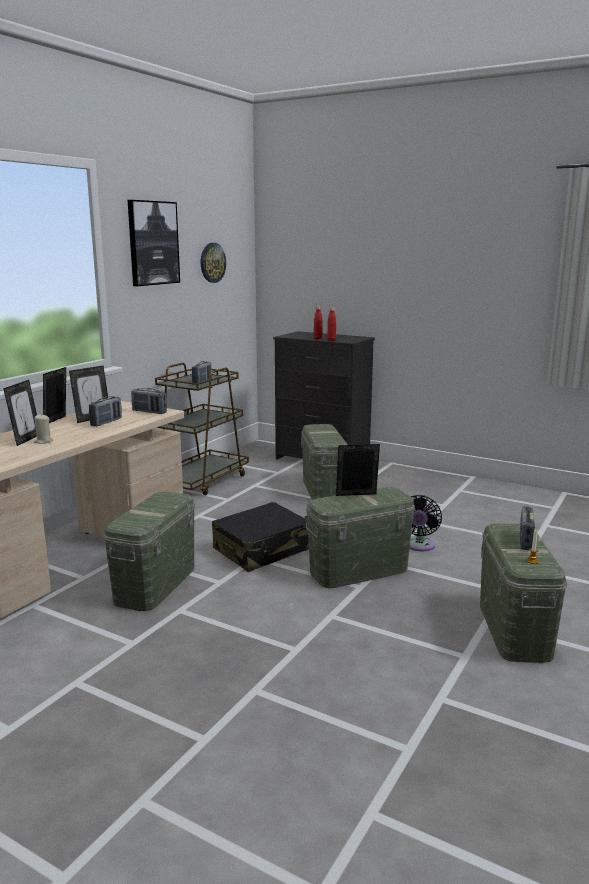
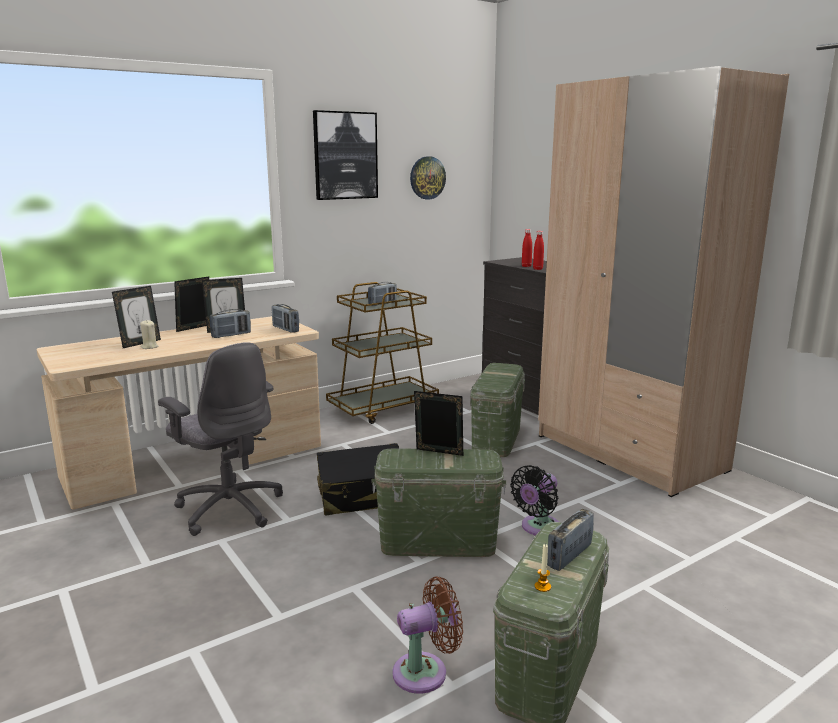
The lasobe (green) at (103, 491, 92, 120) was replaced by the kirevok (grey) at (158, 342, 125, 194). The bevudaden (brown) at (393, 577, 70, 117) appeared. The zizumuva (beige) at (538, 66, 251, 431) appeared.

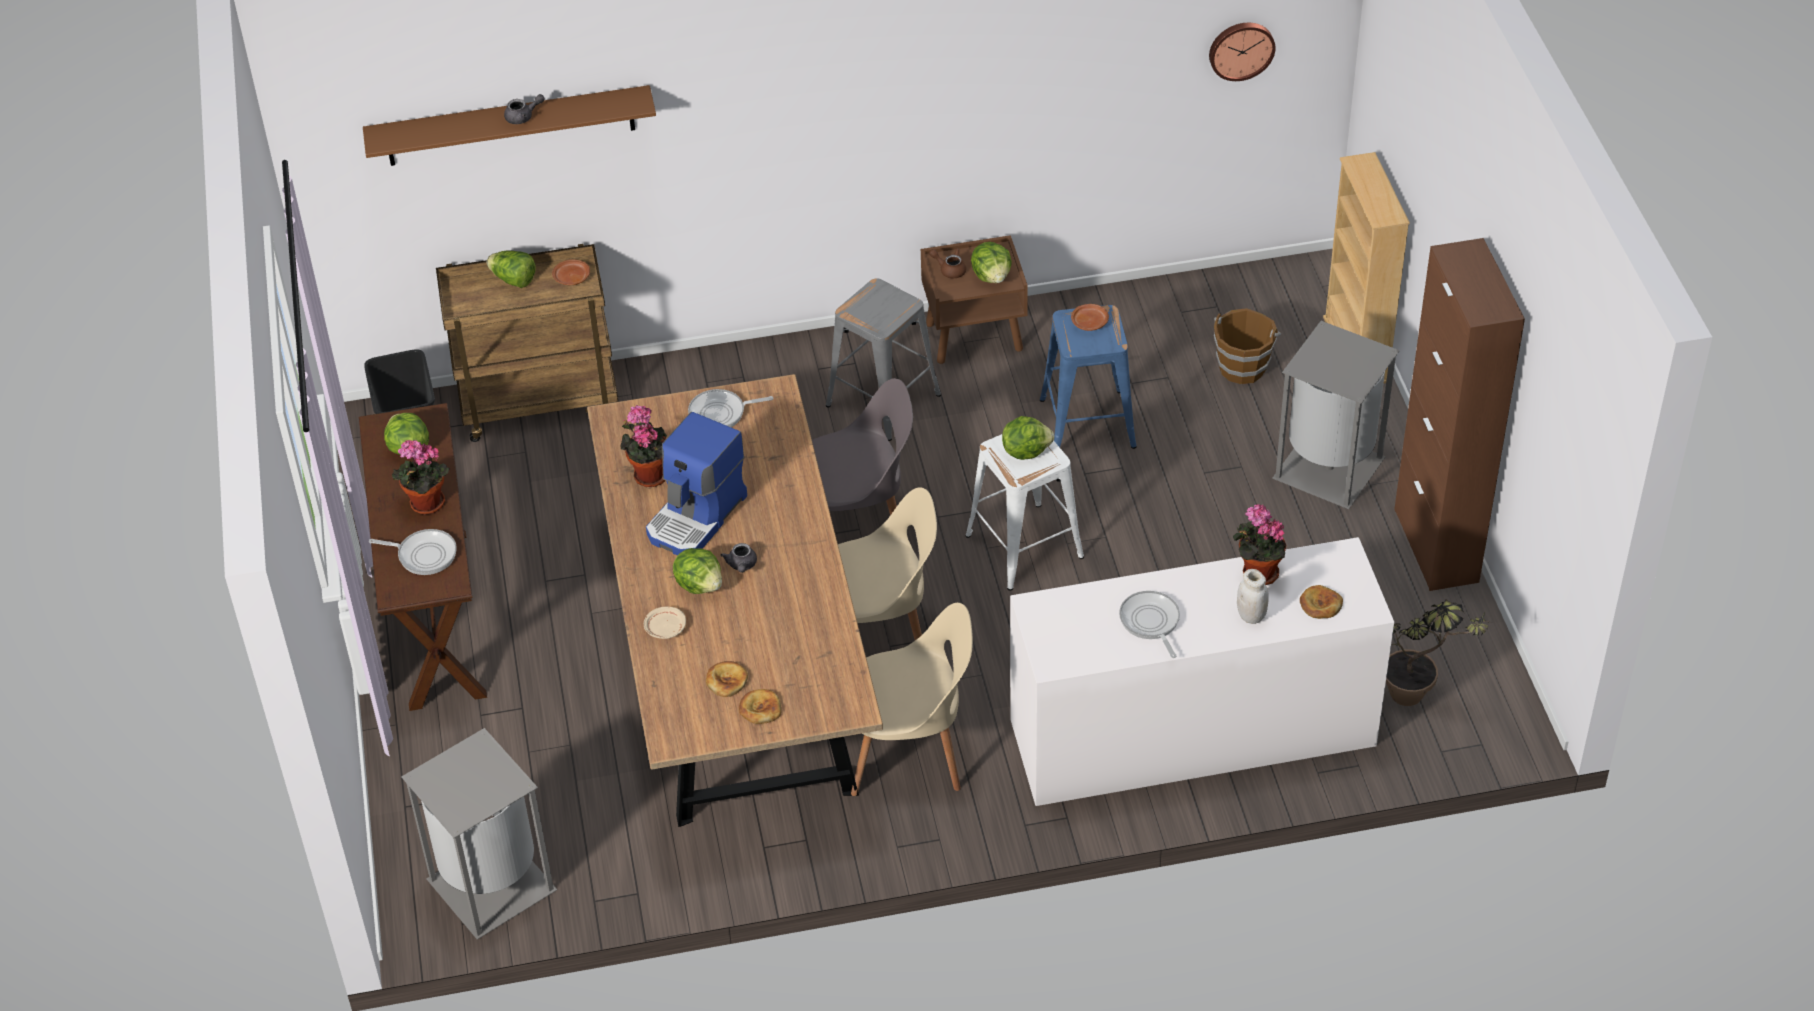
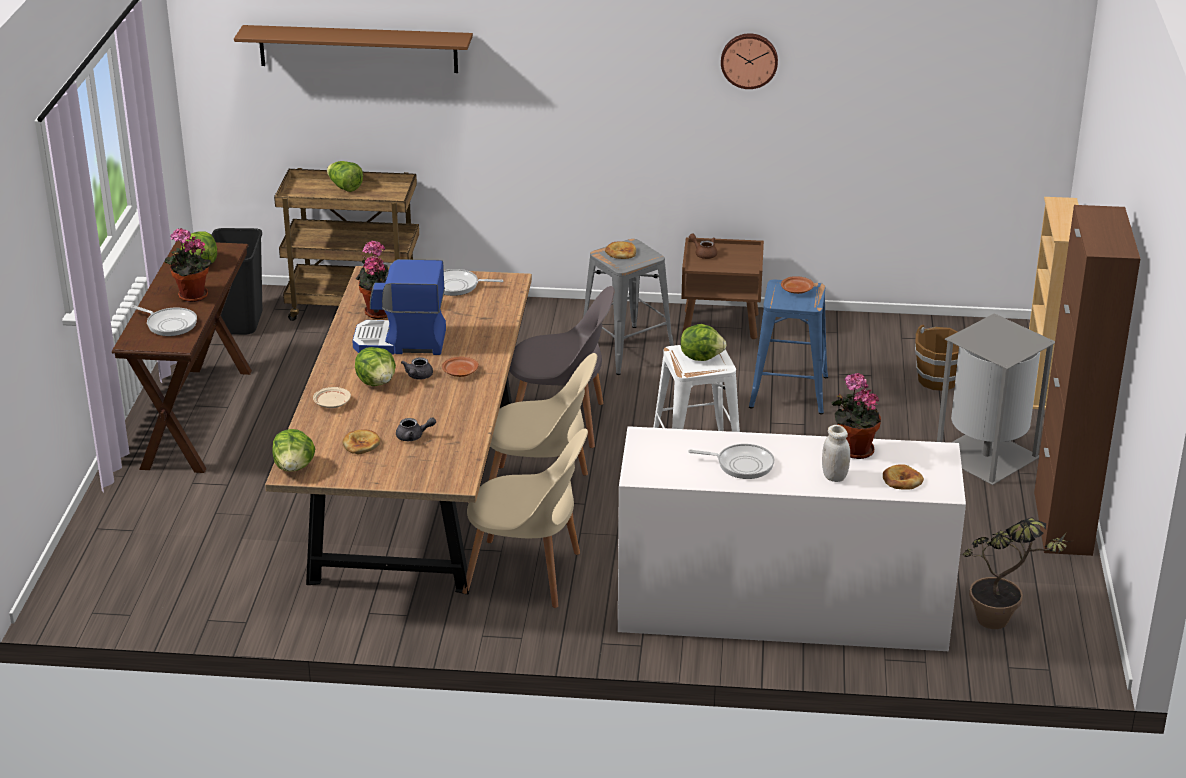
The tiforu moved from (971, 242, 41, 41) to (272, 429, 43, 43). The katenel at (646, 412, 101, 144) turned 45 degrees clockwise. The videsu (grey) moved from (504, 94, 41, 30) to (396, 417, 40, 24). The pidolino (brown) moved from (552, 259, 38, 26) to (442, 357, 37, 20). The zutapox moved from (739, 689, 42, 35) to (605, 241, 31, 18). The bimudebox at (1119, 591, 61, 67) turned 105 degrees clockwise. The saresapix moved from (1209, 23, 67, 58) to (721, 33, 57, 56). The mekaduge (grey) at (401, 728, 156, 212) disappeared.

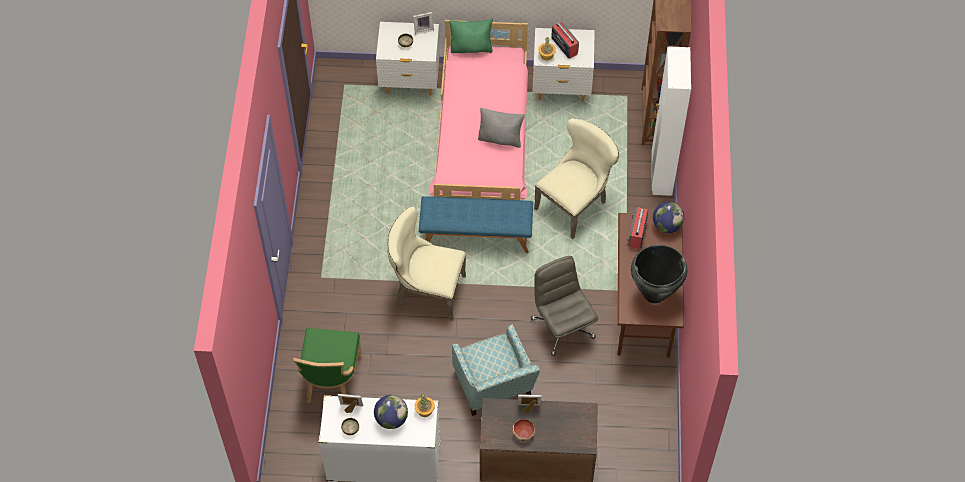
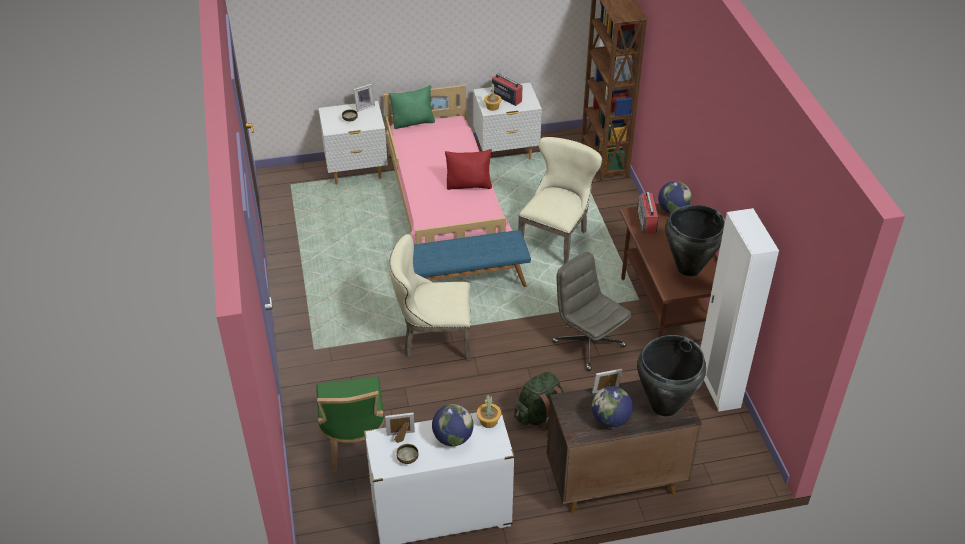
The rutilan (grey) at (478, 108, 47, 40) became the rutilan (red) at (445, 149, 47, 41). The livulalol at (452, 324, 88, 92) was replaced by the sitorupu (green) at (514, 372, 50, 59). The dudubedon at (512, 419, 23, 23) was replaced by the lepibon at (592, 386, 41, 41). The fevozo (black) at (637, 335, 69, 81) appeared. The zizumuva (white) moved from (651, 46, 40, 150) to (701, 208, 78, 204).

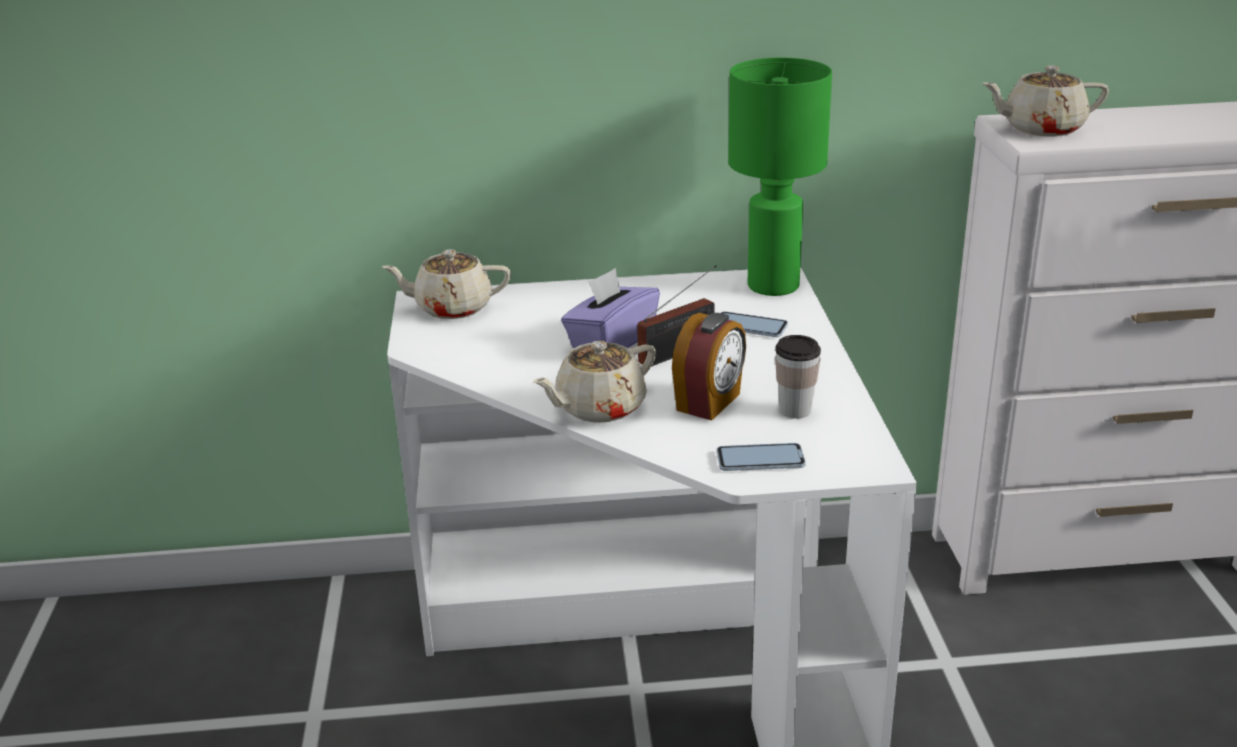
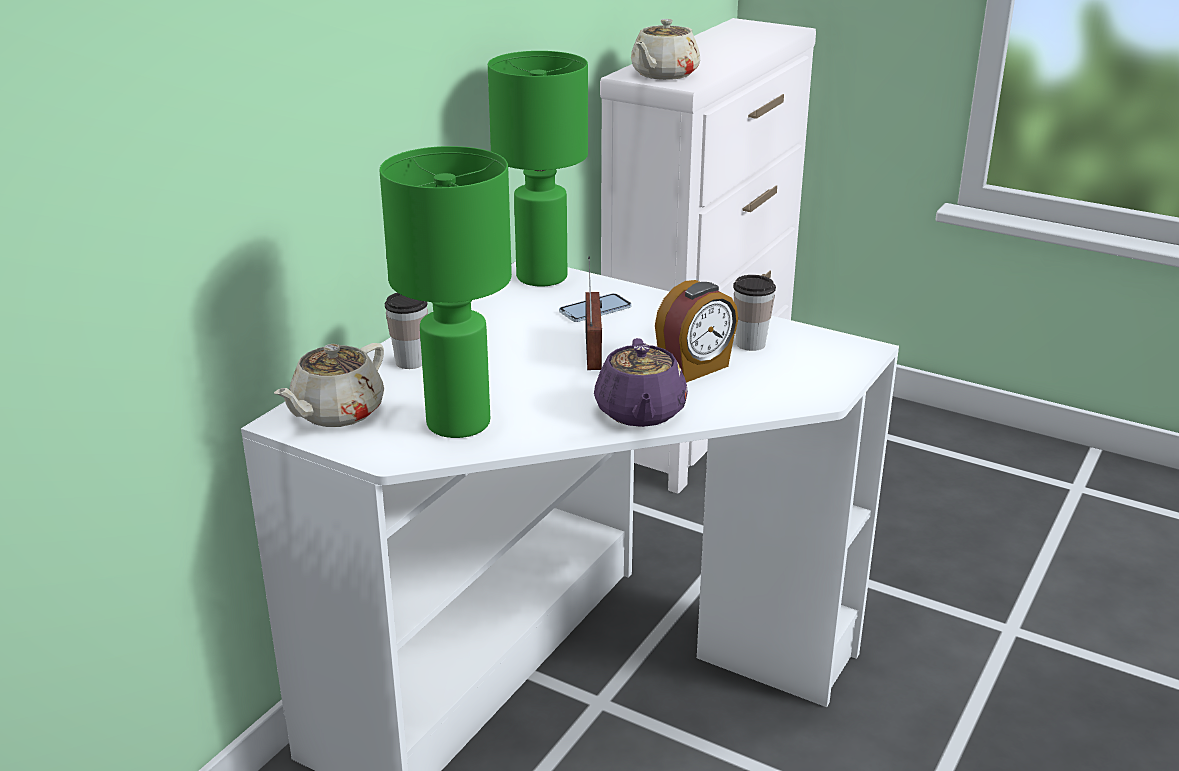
The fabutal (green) at (380, 146, 132, 292) appeared. The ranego at (385, 293, 43, 76) appeared. The videsu (beige) at (533, 341, 123, 82) became the videsu (purple) at (594, 338, 94, 89). The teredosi at (672, 313, 74, 108) turned 75 degrees clockwise. The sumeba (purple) at (561, 268, 99, 80) disappeared. The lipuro at (717, 443, 89, 28) disappeared.

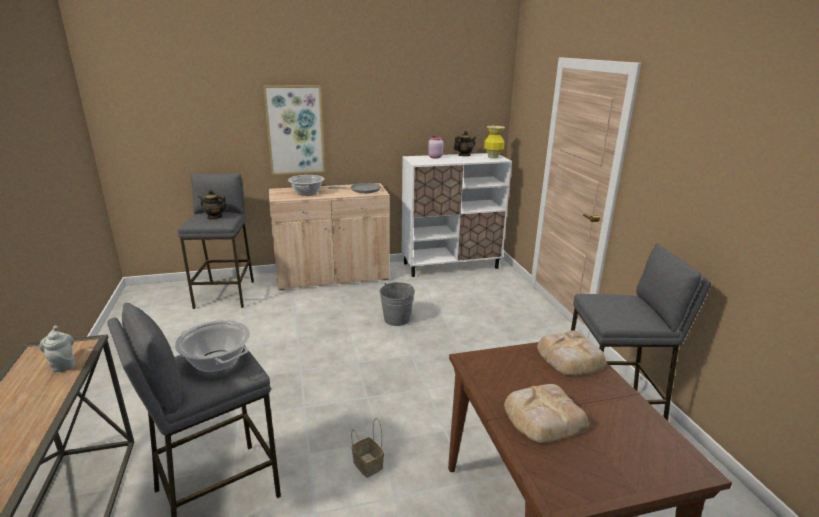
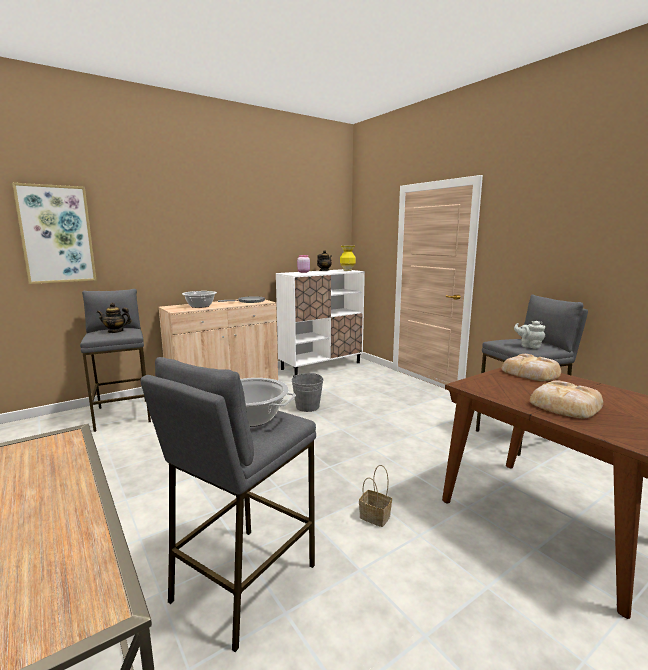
The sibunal moved from (263, 85, 62, 90) to (12, 183, 84, 101). The videsu (grey) moved from (39, 326, 37, 46) to (514, 321, 31, 28).

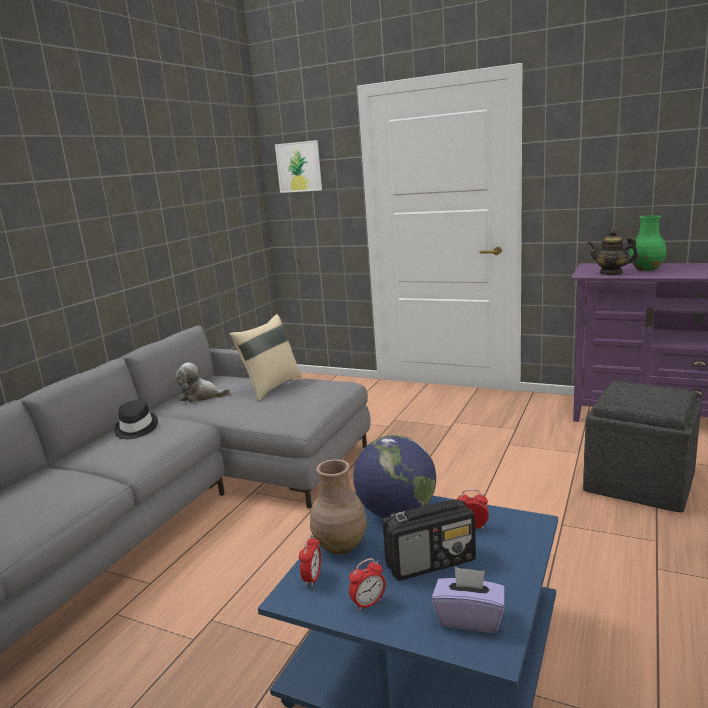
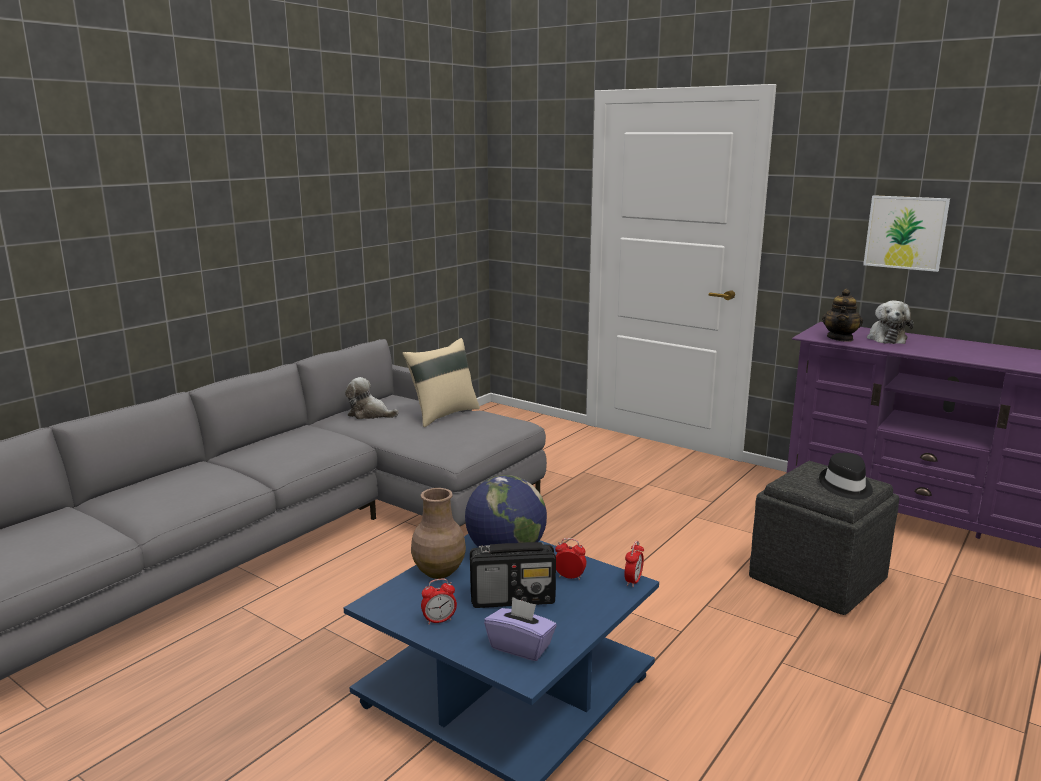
The teredosi moved from (299, 534, 22, 53) to (624, 541, 20, 46). The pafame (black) moved from (114, 400, 44, 39) to (819, 453, 54, 46). The videsu at (588, 229, 51, 46) turned 105 degrees counterclockwise. The sibunal moved from (275, 140, 47, 53) to (863, 195, 87, 77). The fevozo (green) at (629, 215, 37, 56) was replaced by the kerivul at (867, 300, 46, 44).

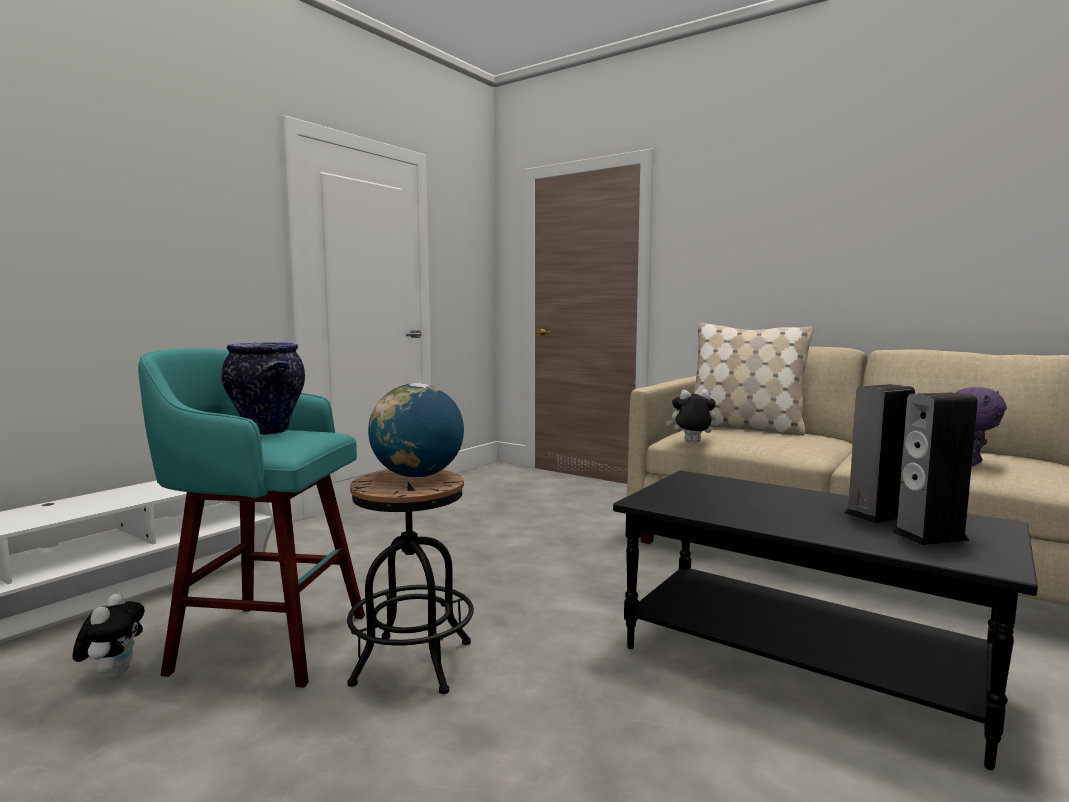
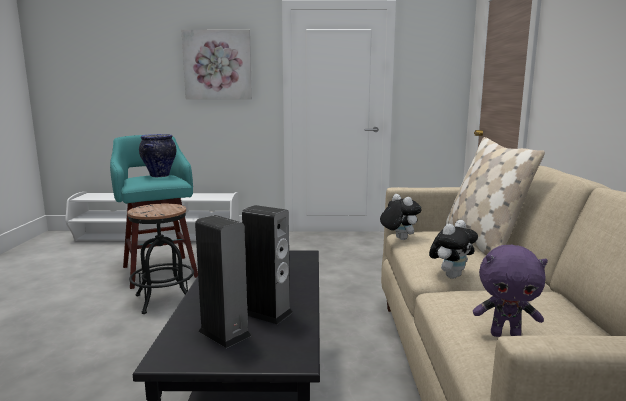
The sibunal at (182, 30, 70, 69) appeared. The kerivul moved from (72, 593, 73, 86) to (429, 220, 49, 59). The lepibon at (368, 383, 96, 95) disappeared.

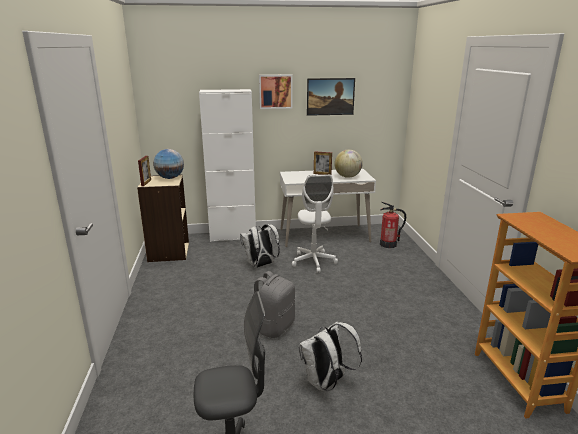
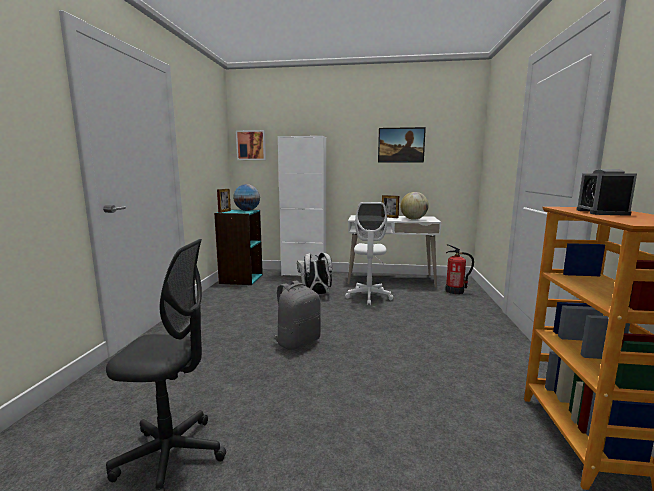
The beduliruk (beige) at (137, 175, 52, 87) became the beduliruk (turquoise) at (214, 209, 49, 76). The sibunal moved from (259, 75, 34, 34) to (236, 130, 30, 30). The teredosi at (577, 169, 60, 47) appeared. The sitorupu (white) at (299, 321, 63, 70) disappeared.

